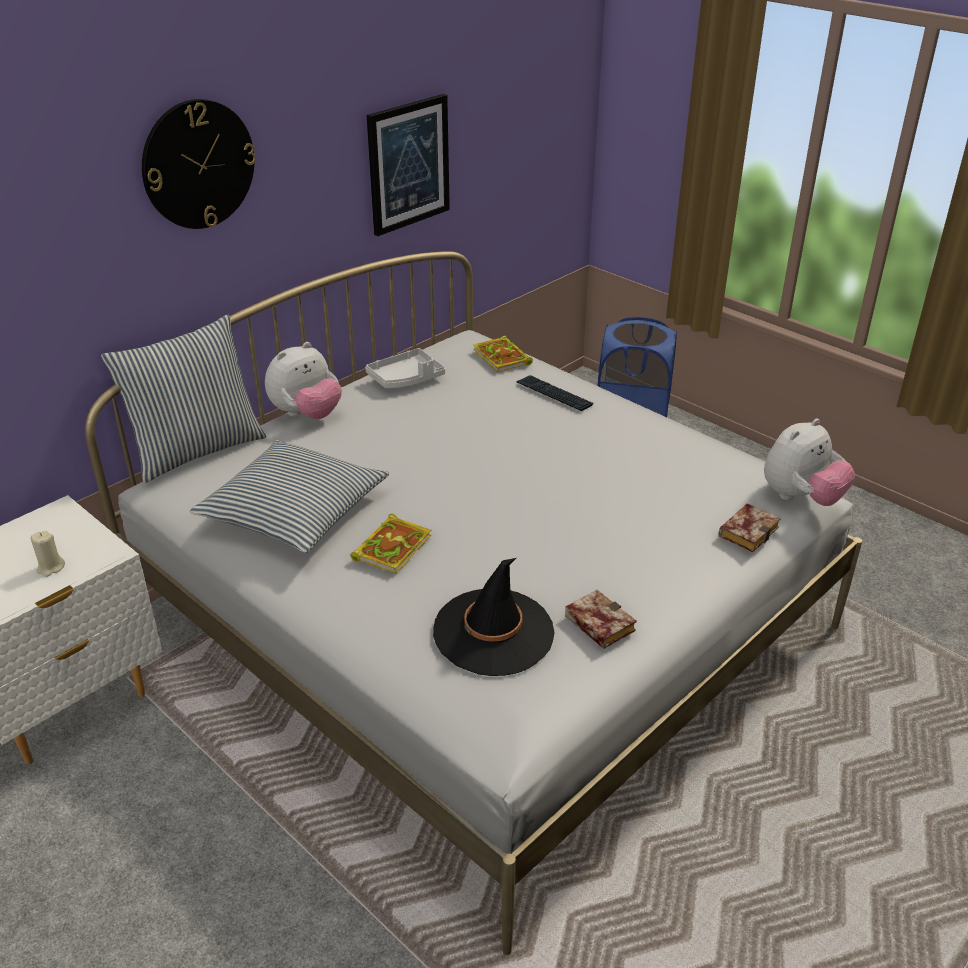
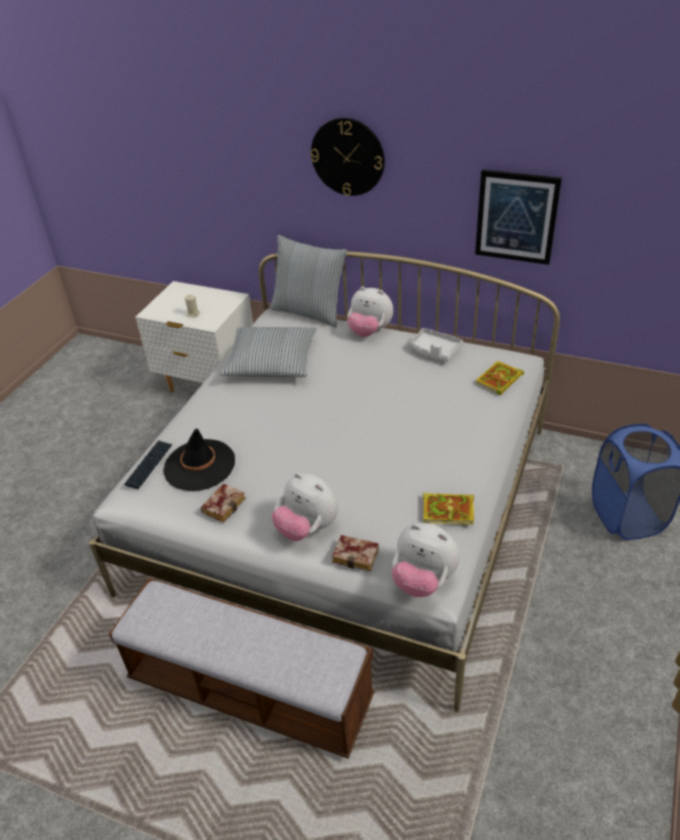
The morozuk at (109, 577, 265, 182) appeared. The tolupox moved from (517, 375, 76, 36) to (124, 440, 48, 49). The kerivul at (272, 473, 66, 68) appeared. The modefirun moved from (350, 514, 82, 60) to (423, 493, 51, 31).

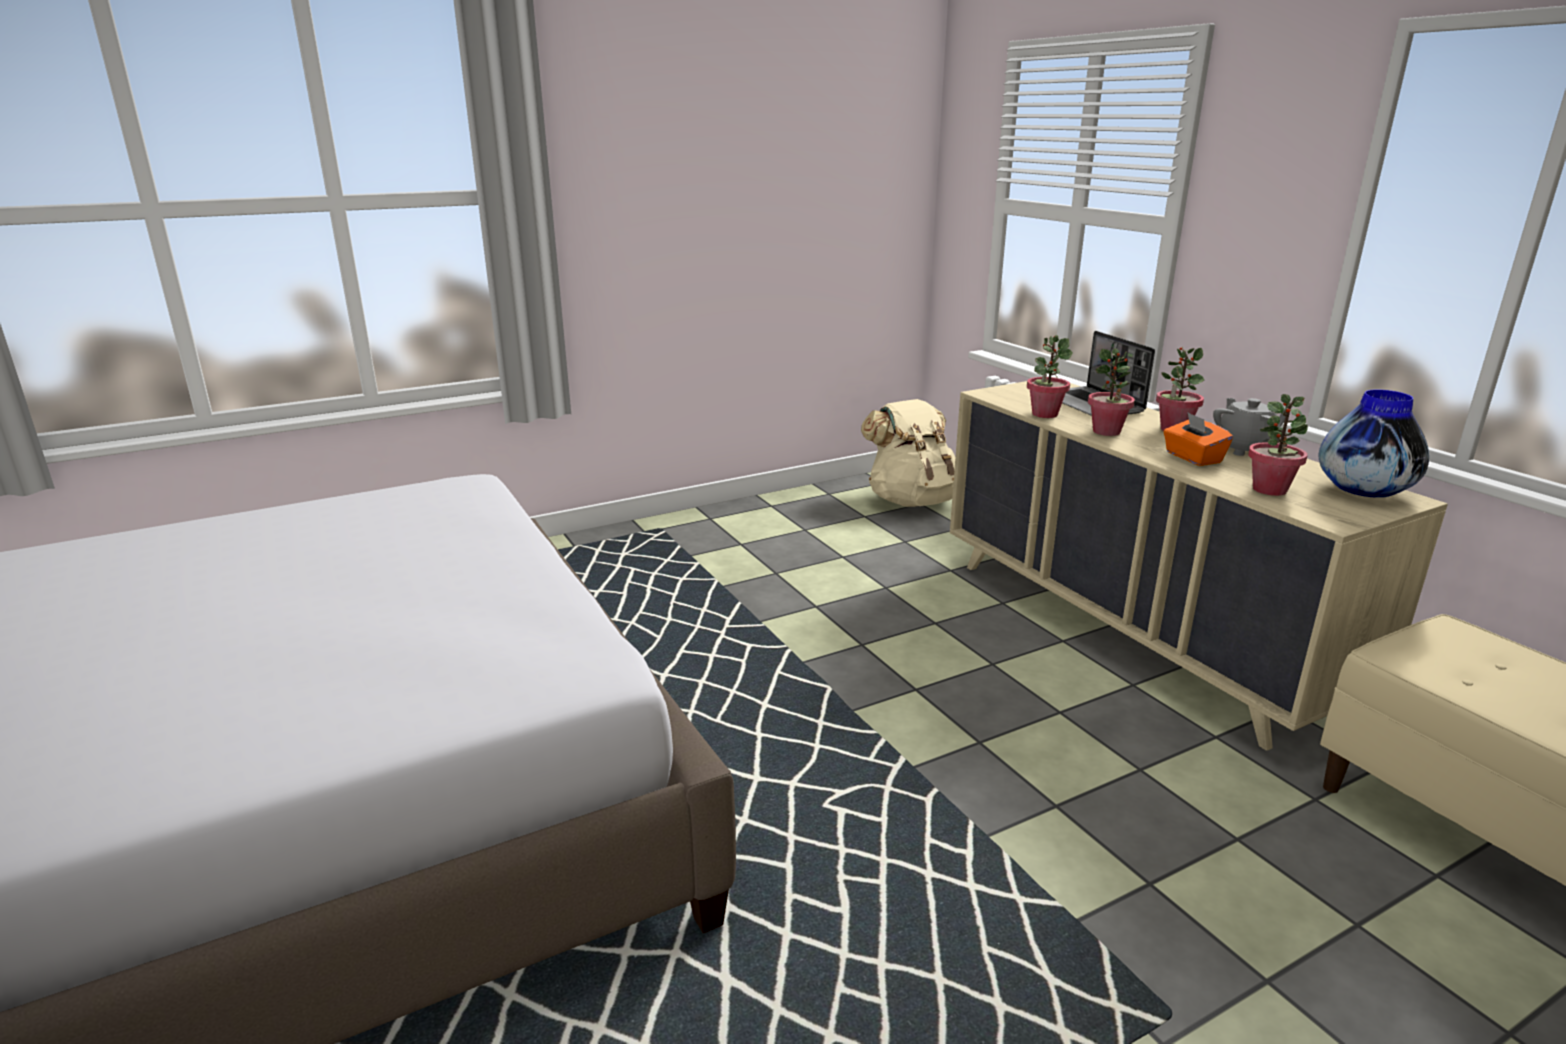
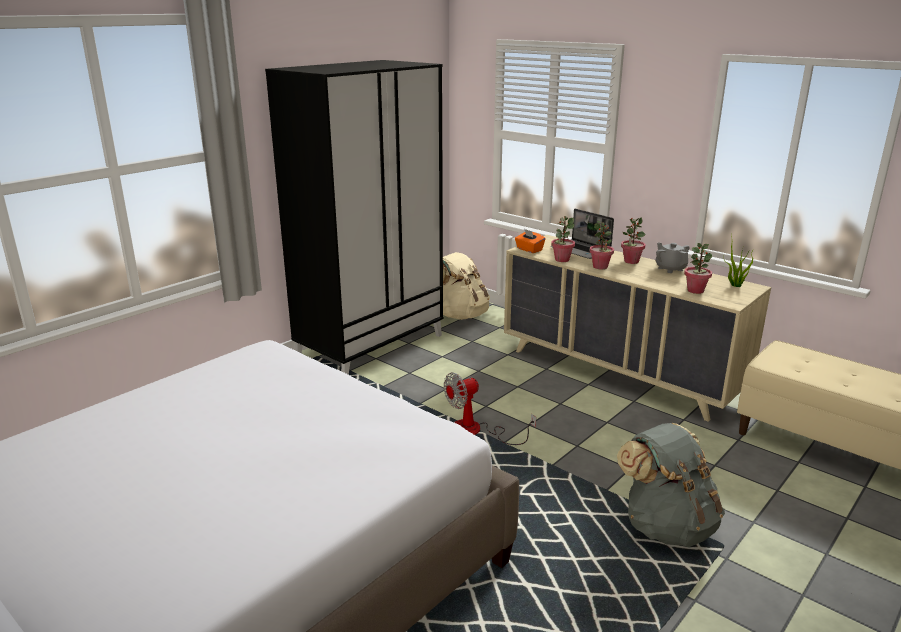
The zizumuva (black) at (265, 60, 178, 315) appeared. The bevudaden at (444, 372, 92, 73) appeared. The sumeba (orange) moved from (1163, 413, 70, 53) to (515, 229, 30, 24). The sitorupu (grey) at (617, 423, 108, 124) appeared. The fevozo at (1319, 389, 110, 109) was replaced by the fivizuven at (723, 236, 30, 51).

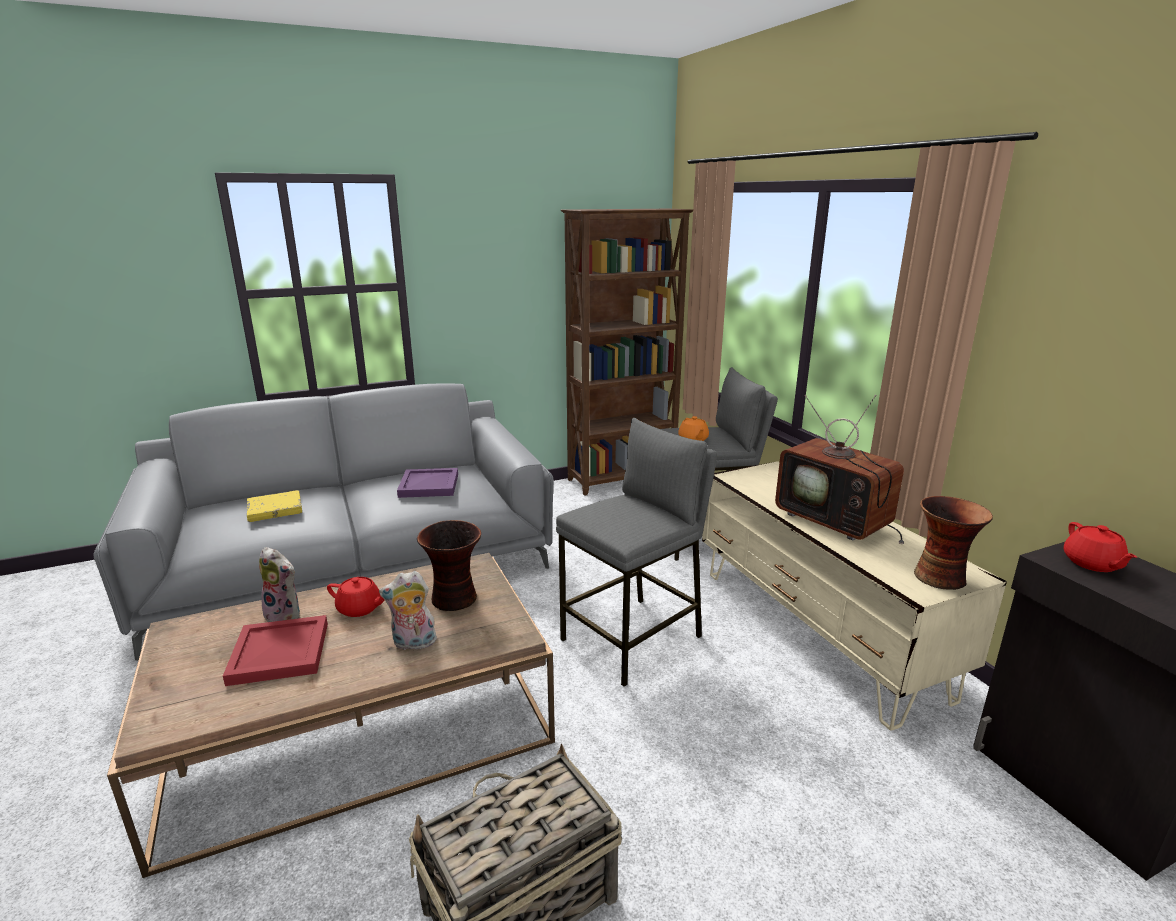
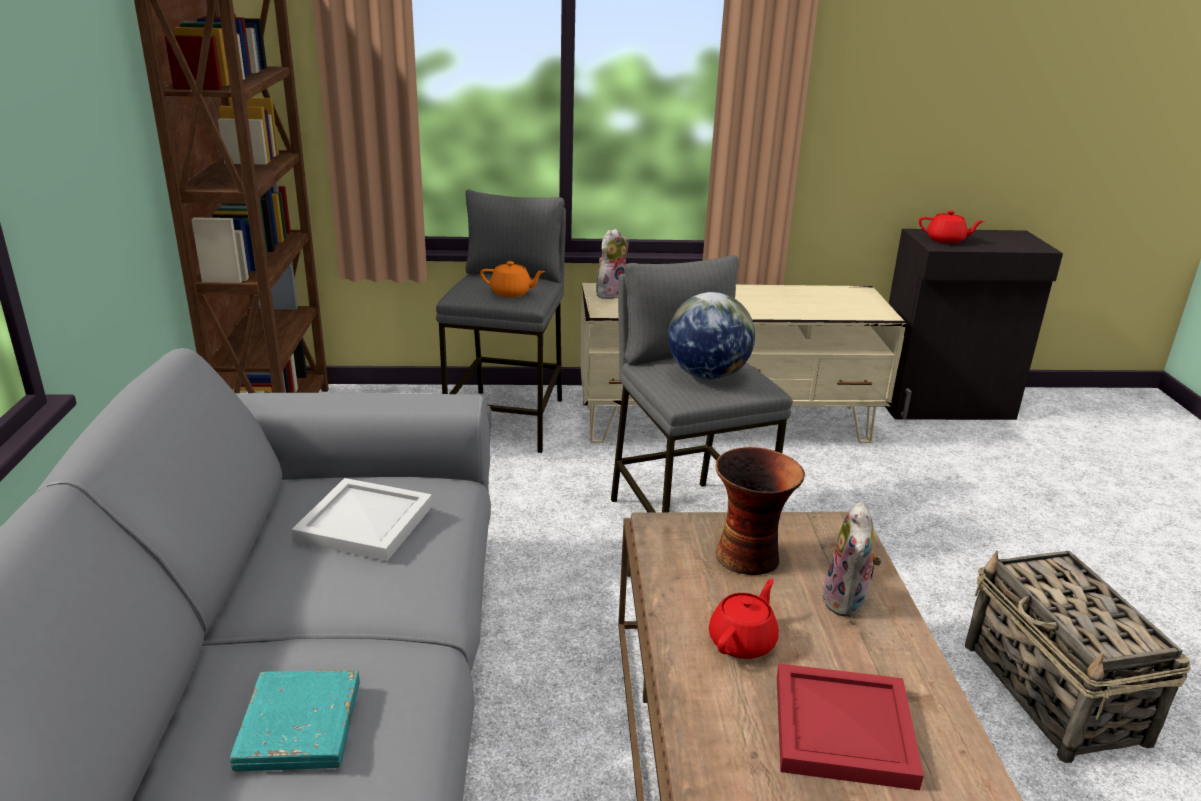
The modefirun (yellow) at (247, 490, 55, 32) became the modefirun (turquoise) at (230, 670, 130, 101). The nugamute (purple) at (397, 468, 61, 30) became the nugamute (white) at (291, 478, 142, 83). The kerivul moved from (259, 547, 41, 75) to (596, 228, 33, 71). The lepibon at (668, 292, 87, 88) appeared. The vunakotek at (775, 395, 129, 150) disappeared. The fevozo at (914, 496, 79, 94) disappeared.

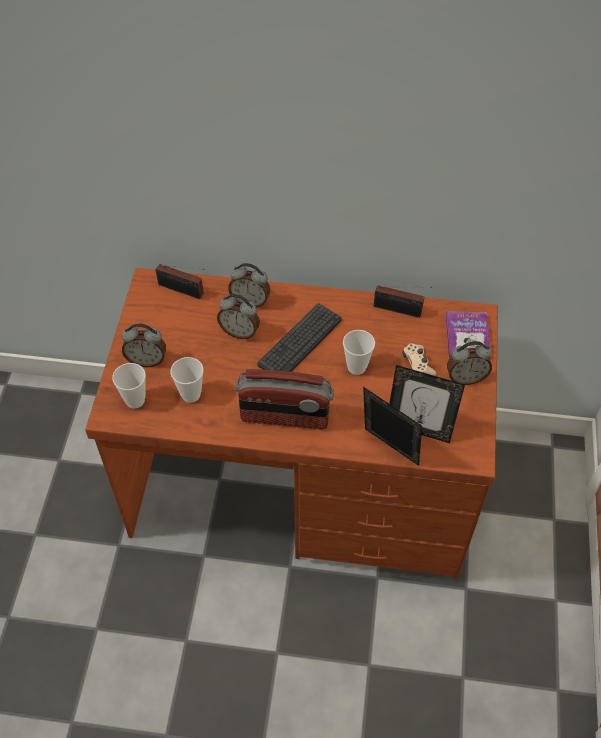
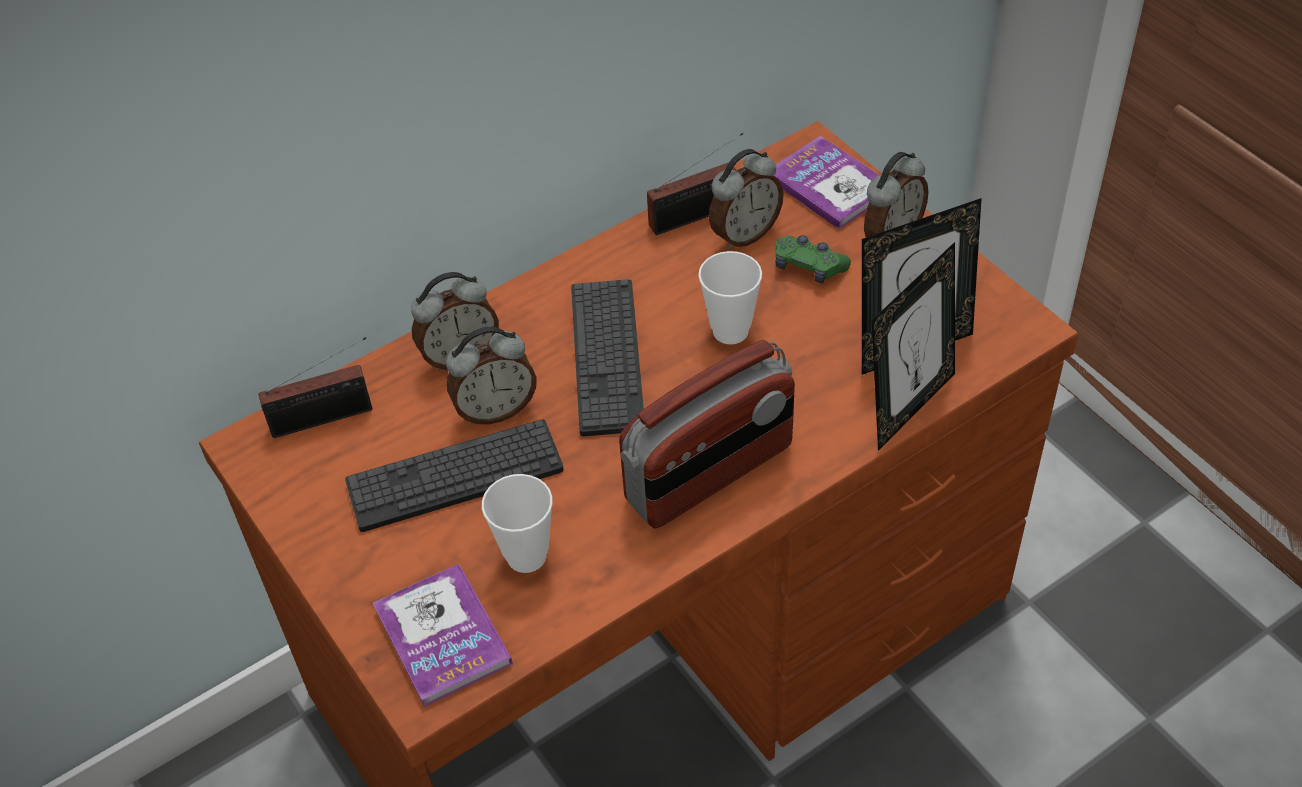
The tolupox at (345, 419, 219, 113) appeared. The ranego at (112, 363, 34, 46) was replaced by the modefirun at (373, 564, 140, 143). The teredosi moved from (122, 323, 44, 44) to (709, 149, 75, 101). The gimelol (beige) at (403, 343, 33, 33) became the gimelol (green) at (775, 235, 76, 49). The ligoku at (363, 387, 59, 79) turned 135 degrees clockwise.

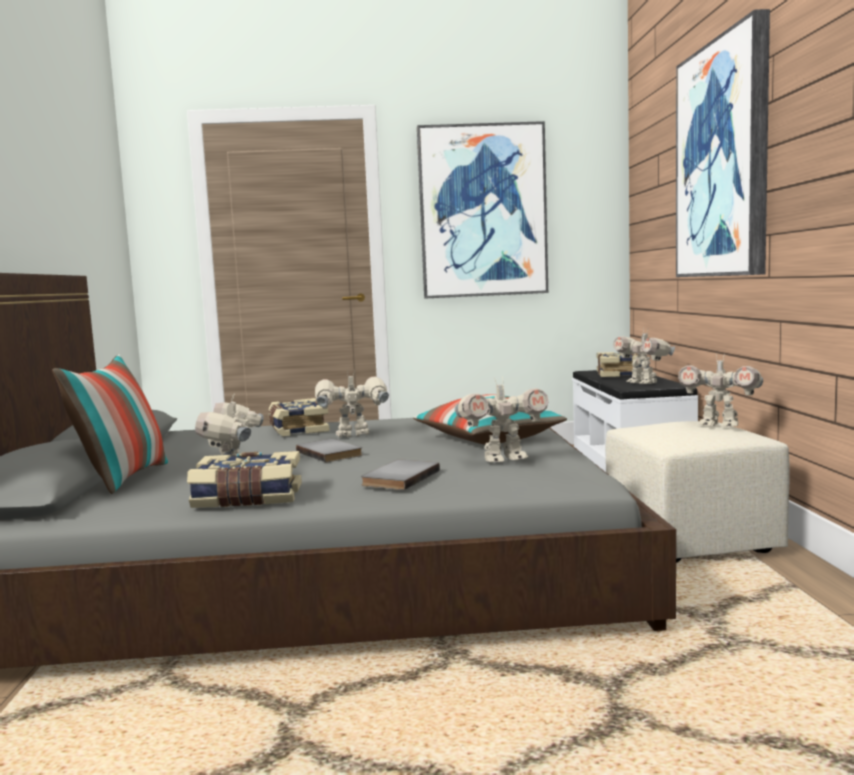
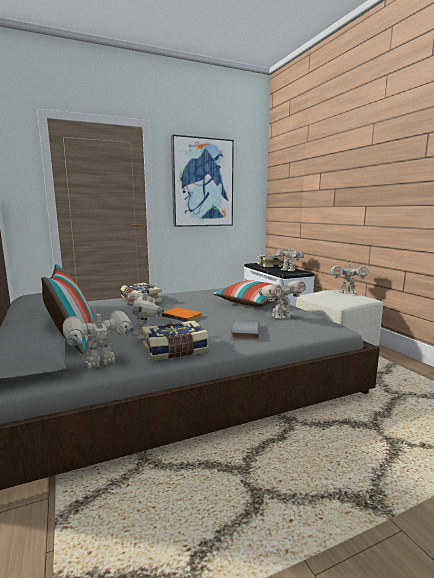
The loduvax moved from (315, 369, 74, 68) to (62, 308, 72, 61). The modefirun (grey) at (296, 439, 66, 23) became the modefirun (orange) at (161, 307, 41, 15). The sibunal at (676, 9, 94, 268) disappeared.

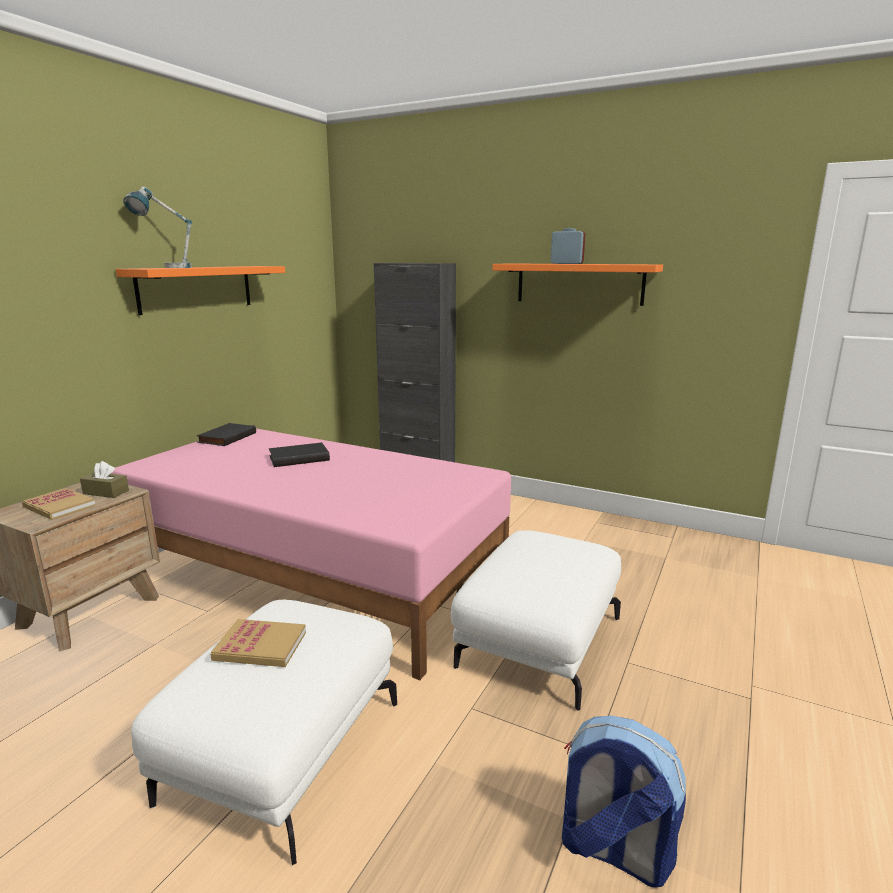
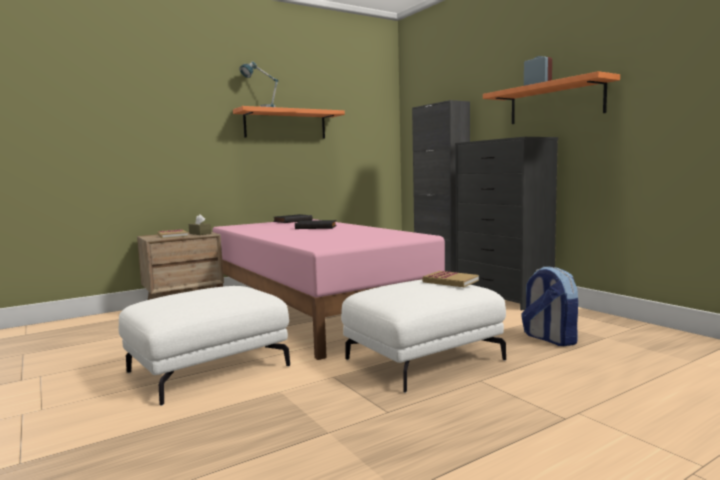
The modefirun moved from (210, 619, 96, 48) to (422, 271, 57, 16). The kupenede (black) at (455, 137, 103, 174) appeared. The sitorupu moved from (562, 716, 124, 172) to (522, 266, 56, 80).

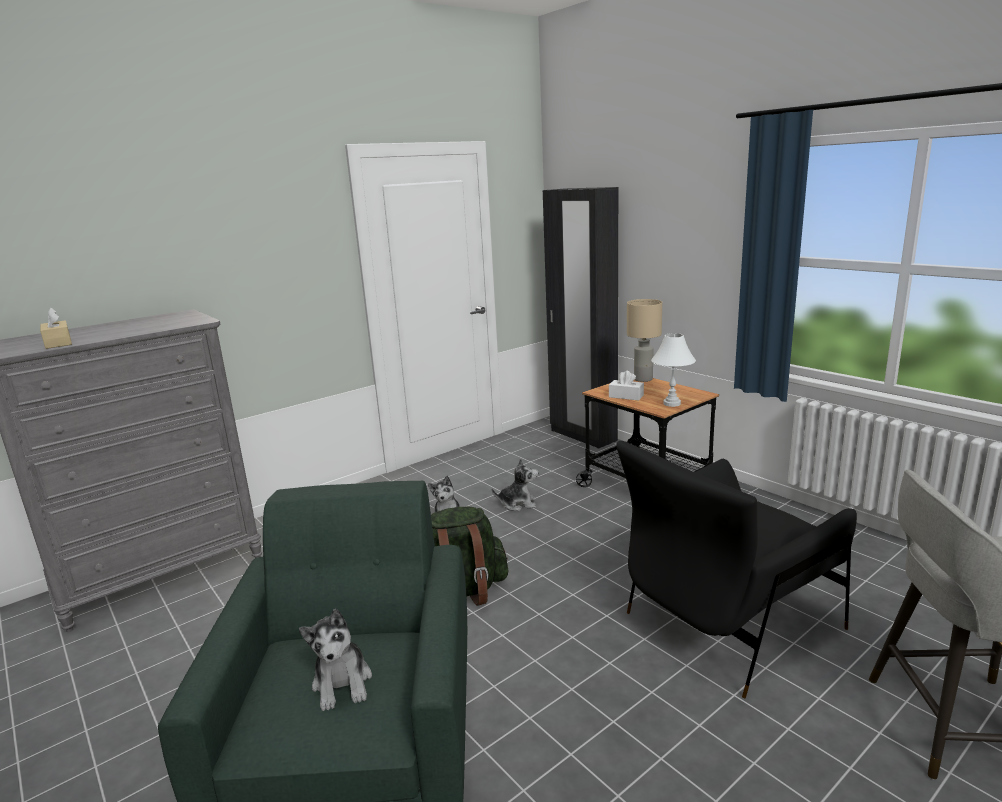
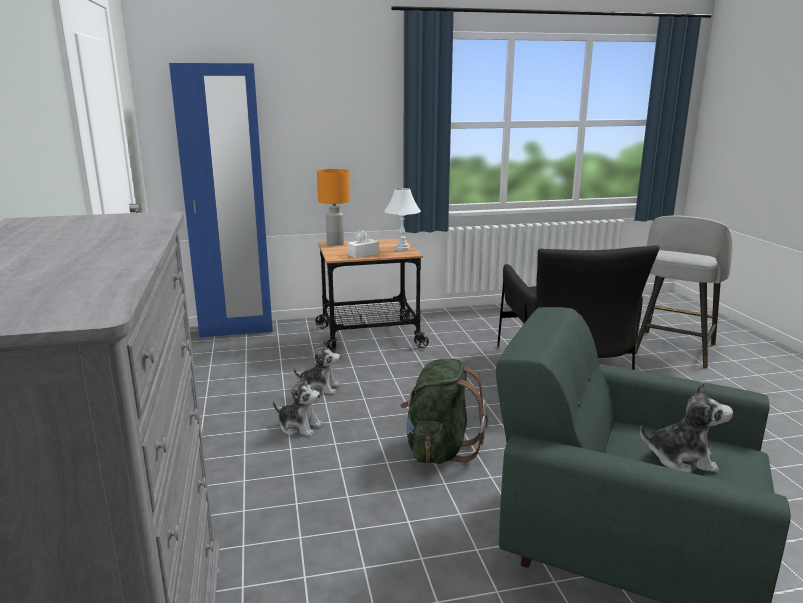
The zizumuva (black) at (543, 187, 75, 262) became the zizumuva (blue) at (169, 63, 104, 275). The kerivul at (492, 458, 46, 53) turned 75 degrees clockwise. The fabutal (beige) at (627, 299, 35, 83) became the fabutal (orange) at (317, 169, 33, 77). The sumeba (beige) at (40, 307, 32, 42) disappeared.

